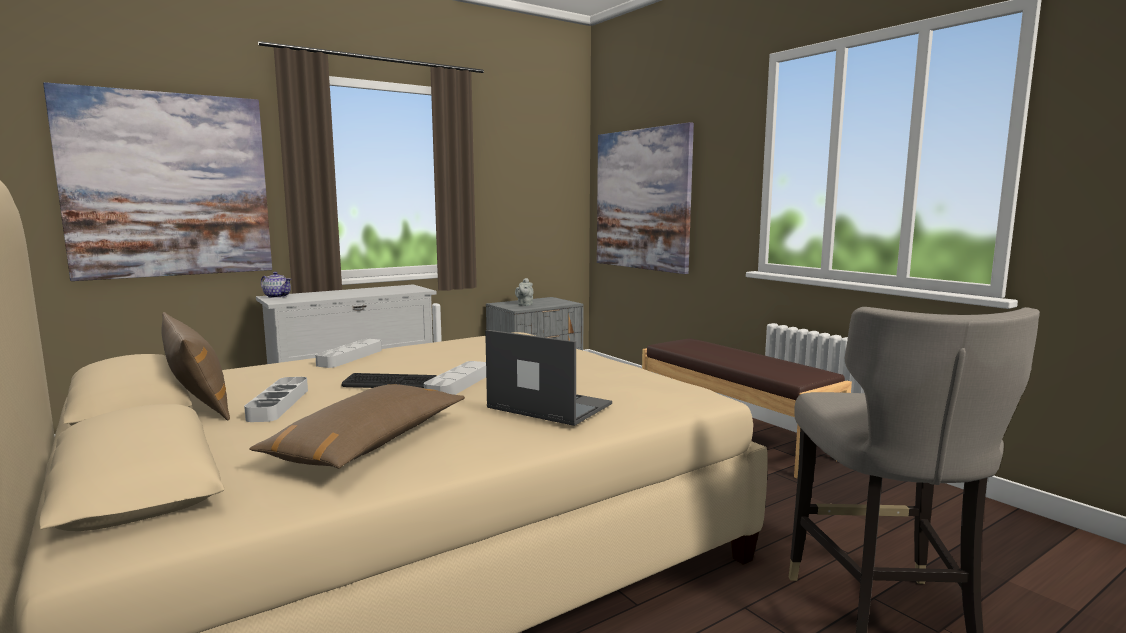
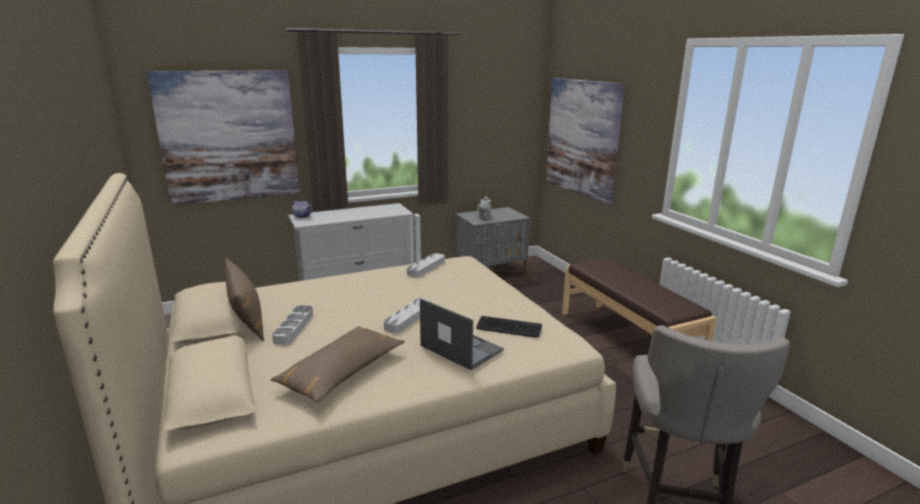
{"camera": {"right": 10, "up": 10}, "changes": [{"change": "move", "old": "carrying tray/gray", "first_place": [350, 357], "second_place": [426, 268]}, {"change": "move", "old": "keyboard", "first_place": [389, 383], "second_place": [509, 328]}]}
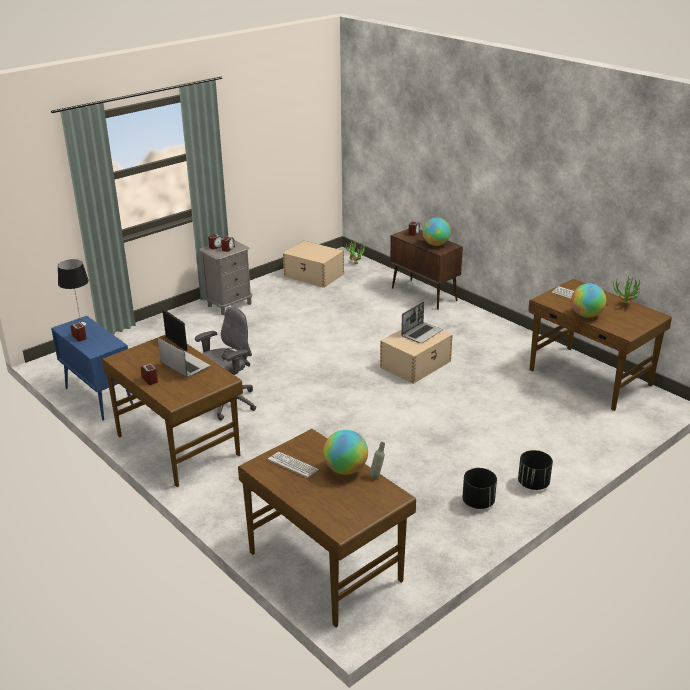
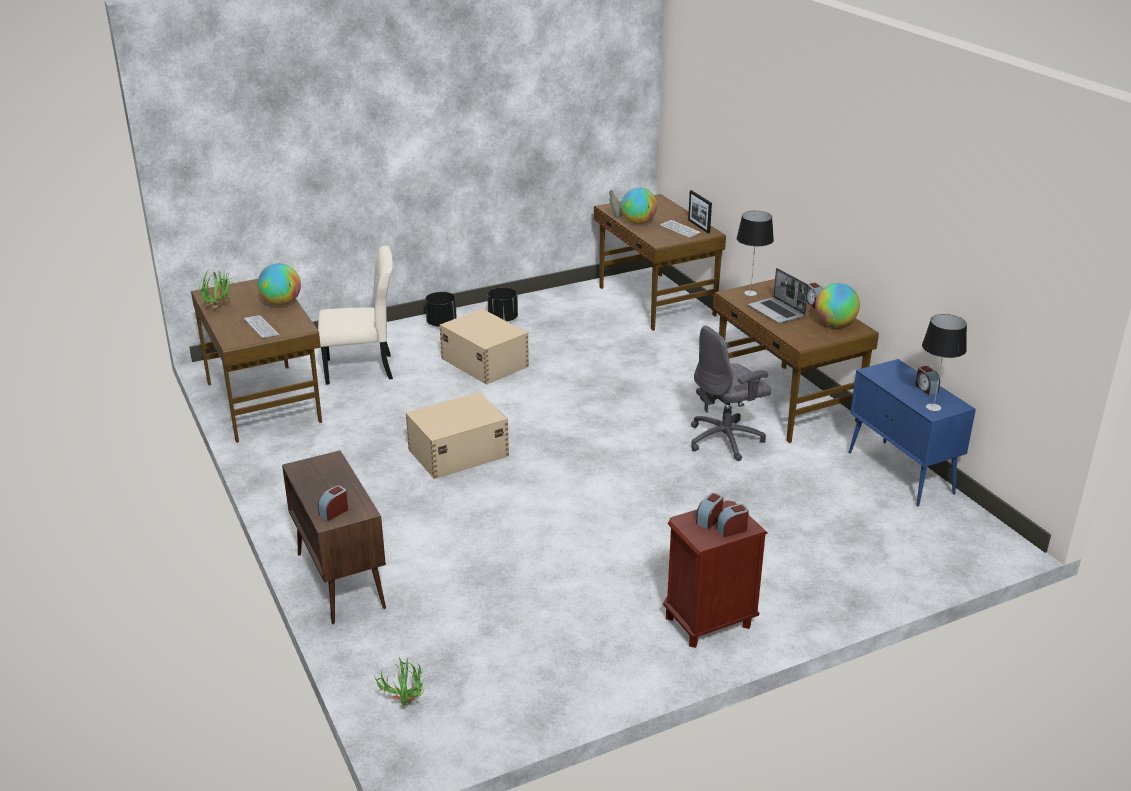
{"camera": {"right": -165, "up": 0}, "changes": [{"change": "insert", "new": "chair/sand-coloured", "second_place": [362, 369]}, {"change": "move", "old": "storage container/sand-coloured", "first_place": [314, 275], "second_place": [484, 362]}, {"change": "recolor", "old": "nightstand/gray", "new": "nightstand/brownish", "first_place": [229, 304], "second_place": [708, 622]}, {"change": "move", "old": "picture frame", "first_place": [176, 343], "second_place": [698, 226]}, {"change": "insert", "new": "table lamp", "second_place": [750, 293]}, {"change": "move", "old": "globe", "first_place": [436, 244], "second_place": [834, 324]}, {"change": "delete", "old": "portable computer", "first_place": [421, 333]}]}
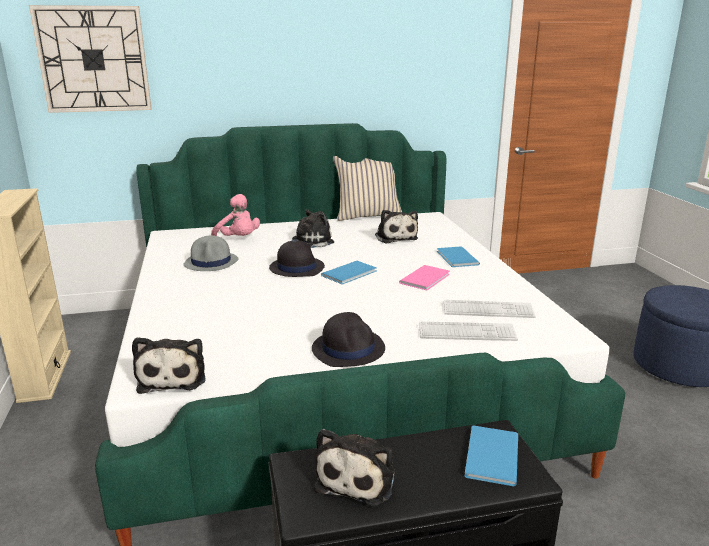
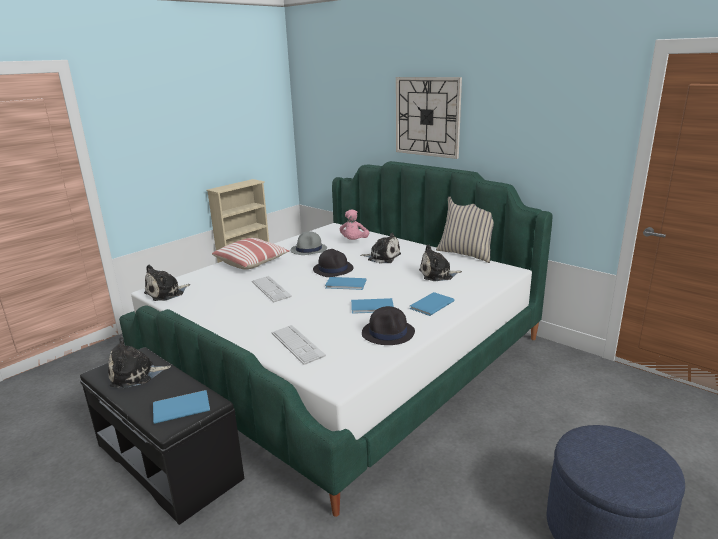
{"camera": {"right": 55, "up": 0}, "changes": [{"change": "insert", "new": "pillow", "second_place": [252, 262]}, {"change": "move", "old": "keyboard", "first_place": [488, 310], "second_place": [271, 289]}, {"change": "recolor", "old": "book/pink-coloured", "new": "book/bluish", "first_place": [427, 278], "second_place": [373, 307]}, {"change": "move", "old": "wearable hat/blackish", "first_place": [348, 349], "second_place": [388, 333]}, {"change": "move", "old": "hanging clock", "first_place": [93, 59], "second_place": [427, 117]}, {"change": "rotate", "old": "plush toy", "first_place": [395, 237], "second_place": [438, 275], "degrees": 45}]}
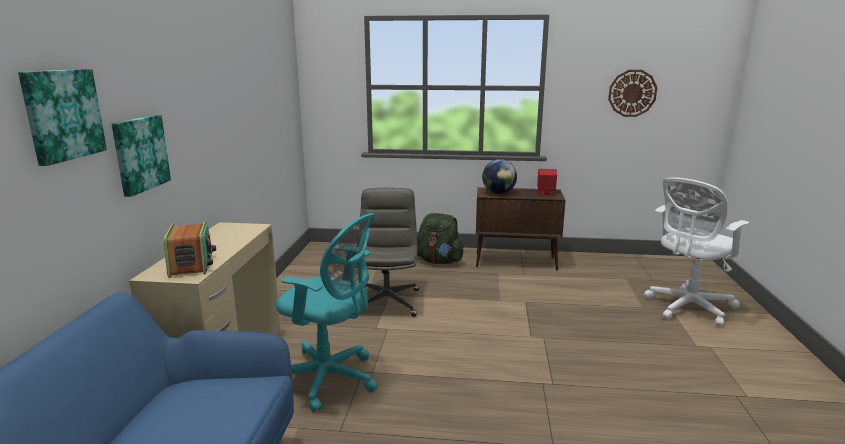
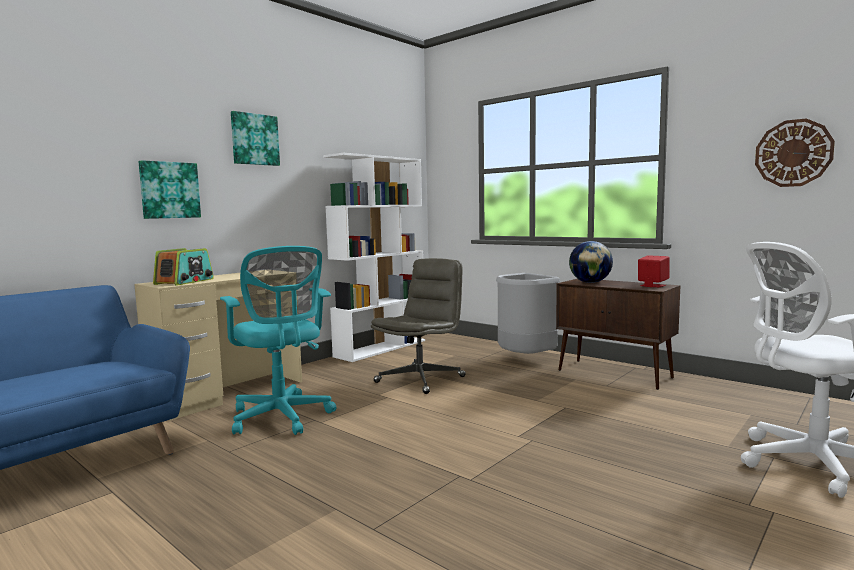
{"camera": {"right": 35, "up": -10}, "changes": [{"change": "move", "old": "picture", "first_place": [62, 115], "second_place": [254, 139]}, {"change": "insert", "new": "bookshelf/white-coloured", "second_place": [381, 348]}, {"change": "replace", "old": "backpack/green-coloured", "new": "waste bin/gray", "first_place": [439, 261], "second_place": [525, 360]}]}
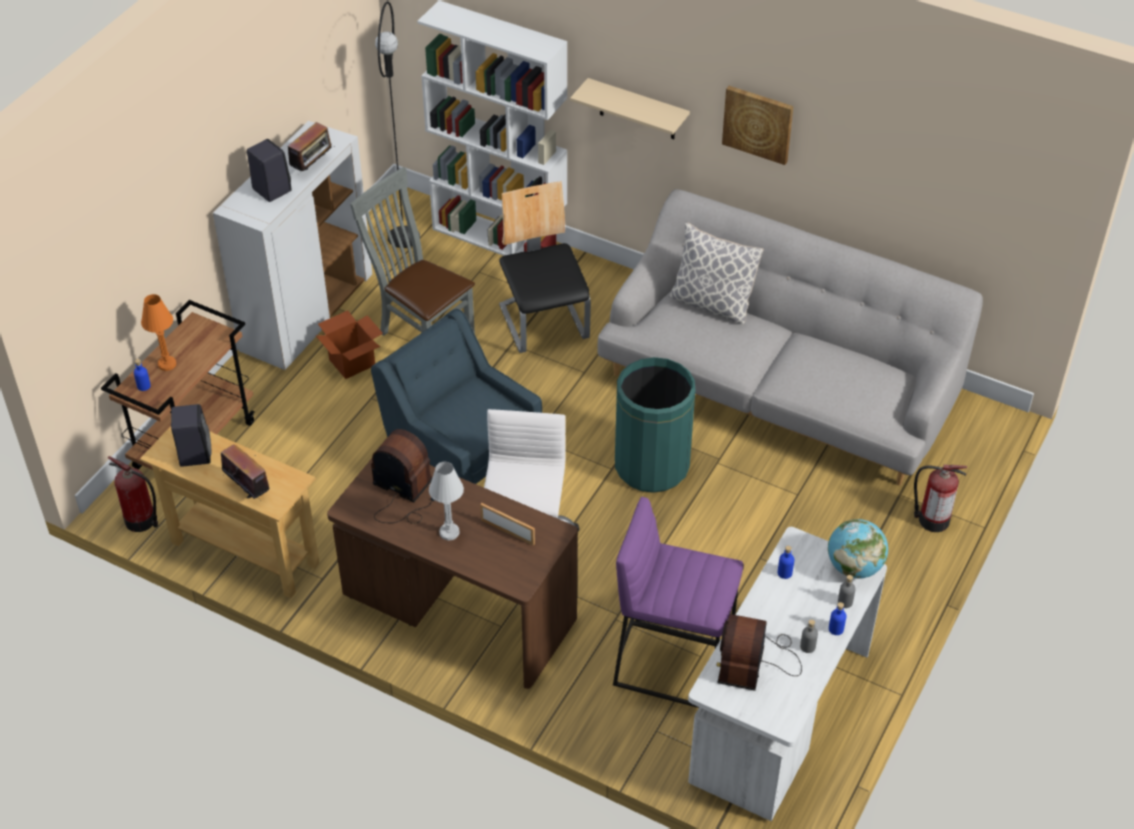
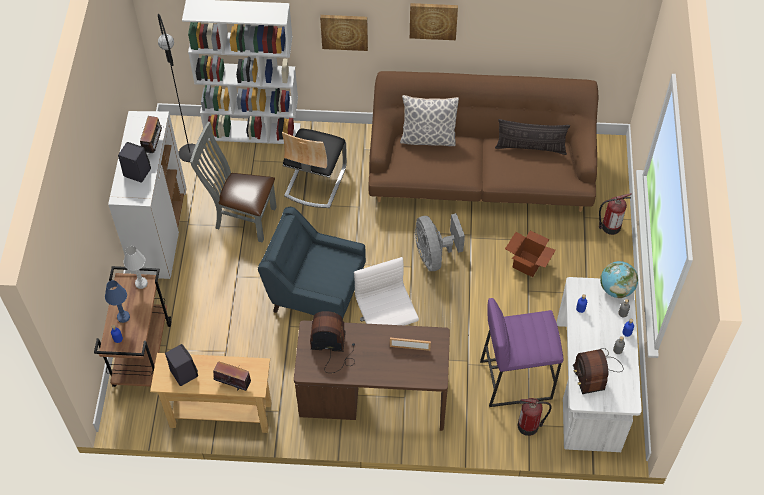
{"camera": {"right": -25, "up": 10}, "changes": [{"change": "recolor", "old": "table lamp/orangey", "new": "table lamp/bluish", "first_place": [167, 364], "second_place": [123, 317]}, {"change": "move", "old": "table lamp/white-coloured", "first_place": [449, 532], "second_place": [141, 283]}, {"change": "rotate", "old": "chair", "first_place": [544, 322], "second_place": [315, 181], "degrees": -120}, {"change": "replace", "old": "bracket shelf/sand-coloured", "new": "picture", "first_place": [637, 110], "second_place": [344, 31]}, {"change": "recolor", "old": "settee/gray", "new": "settee/brownish", "first_place": [779, 388], "second_place": [480, 173]}, {"change": "replace", "old": "waste bin/green-coloured", "new": "electric fan/gray", "first_place": [652, 466], "second_place": [434, 255]}, {"change": "insert", "new": "pillow", "second_place": [530, 147]}, {"change": "move", "old": "cardboard box", "first_place": [352, 362], "second_place": [527, 264]}, {"change": "move", "old": "fire-fighting cylinder", "first_place": [142, 521], "second_place": [529, 426]}]}
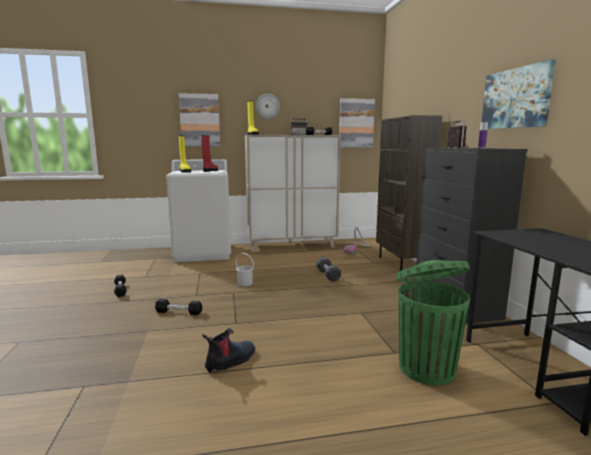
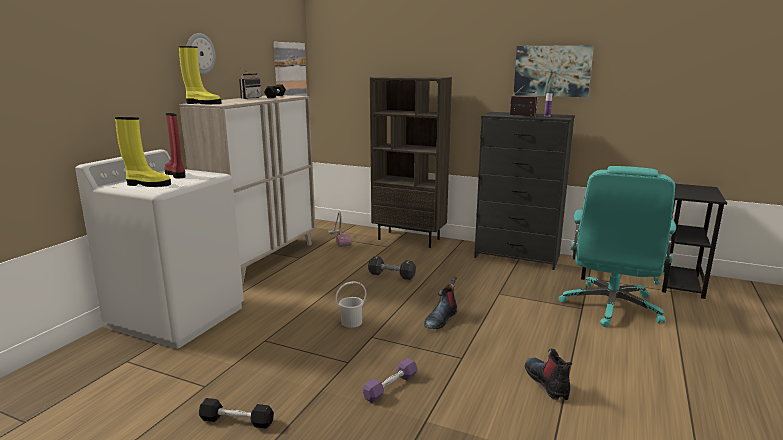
{"camera": {"right": -55, "up": 5}, "changes": [{"change": "recolor", "old": "free weight/blackish", "new": "free weight/purplish", "first_place": [179, 312], "second_place": [390, 386]}, {"change": "insert", "new": "high-top boot", "second_place": [440, 319]}, {"change": "replace", "old": "waste bin/green-coloured", "new": "computer chair/turquoise", "first_place": [425, 367], "second_place": [611, 307]}, {"change": "delete", "old": "picture", "first_place": [200, 120]}]}
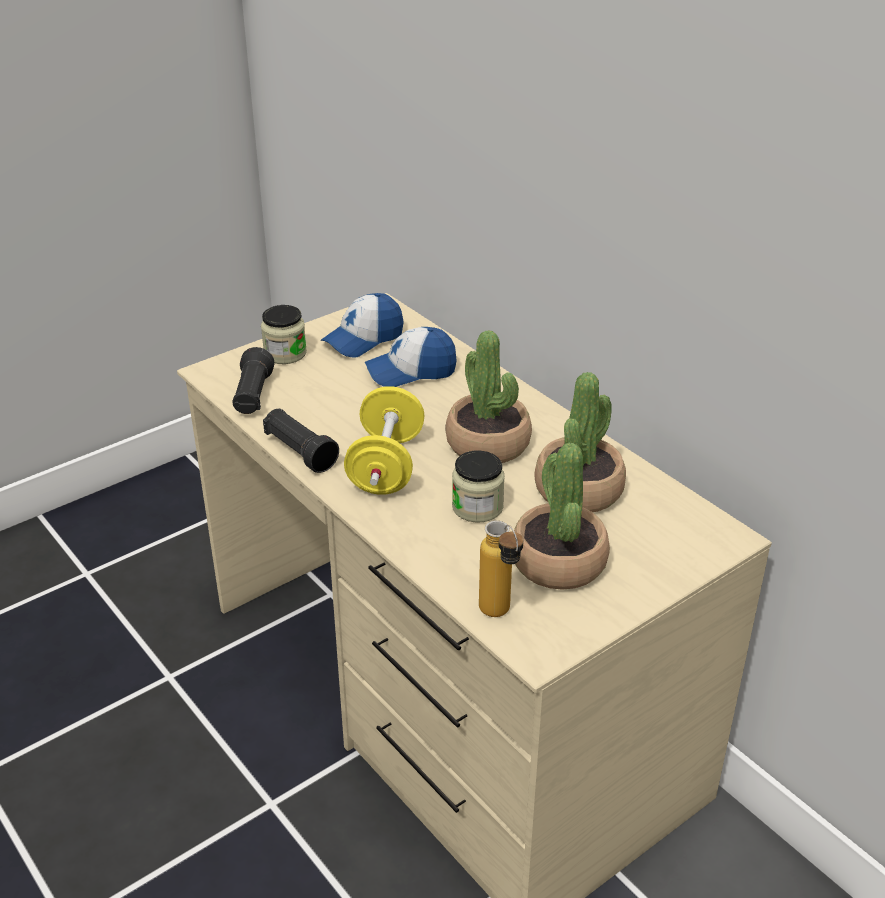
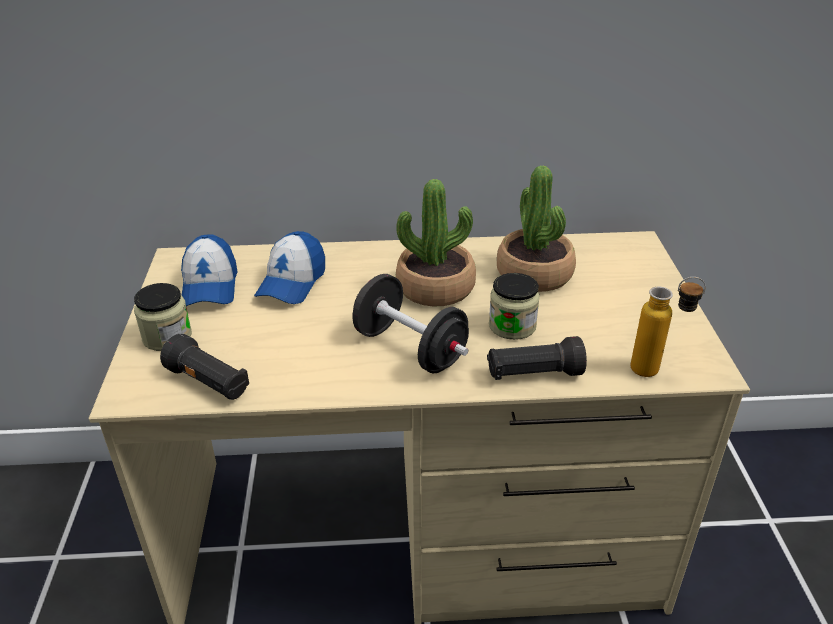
{"camera": {"right": -55, "up": 0}, "changes": [{"change": "recolor", "old": "free weight/yellow", "new": "free weight/blackish", "first_place": [386, 466], "second_place": [410, 348]}, {"change": "move", "old": "torch/blackish", "first_place": [300, 452], "second_place": [533, 374]}, {"change": "delete", "old": "potted plant", "first_place": [558, 562]}]}
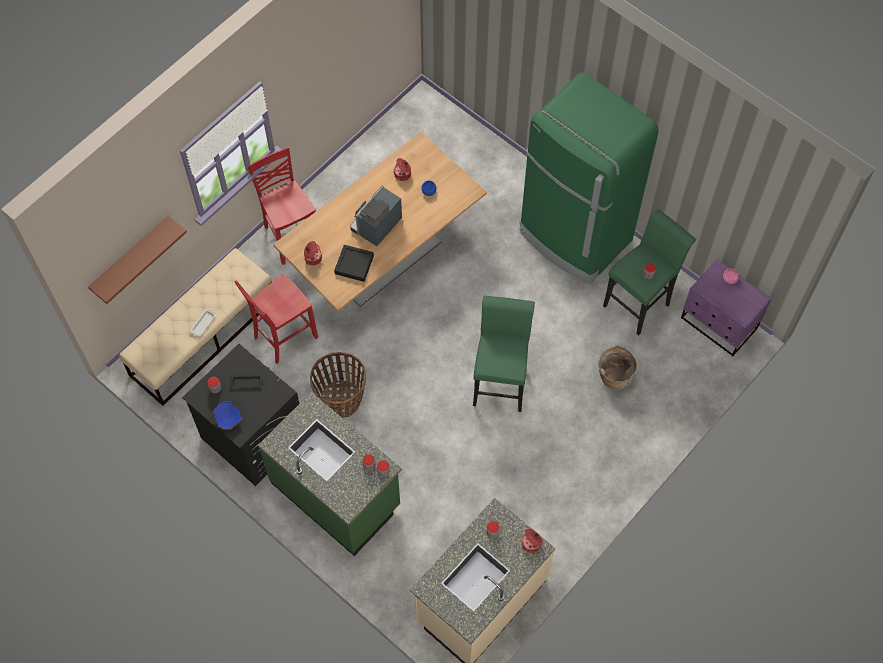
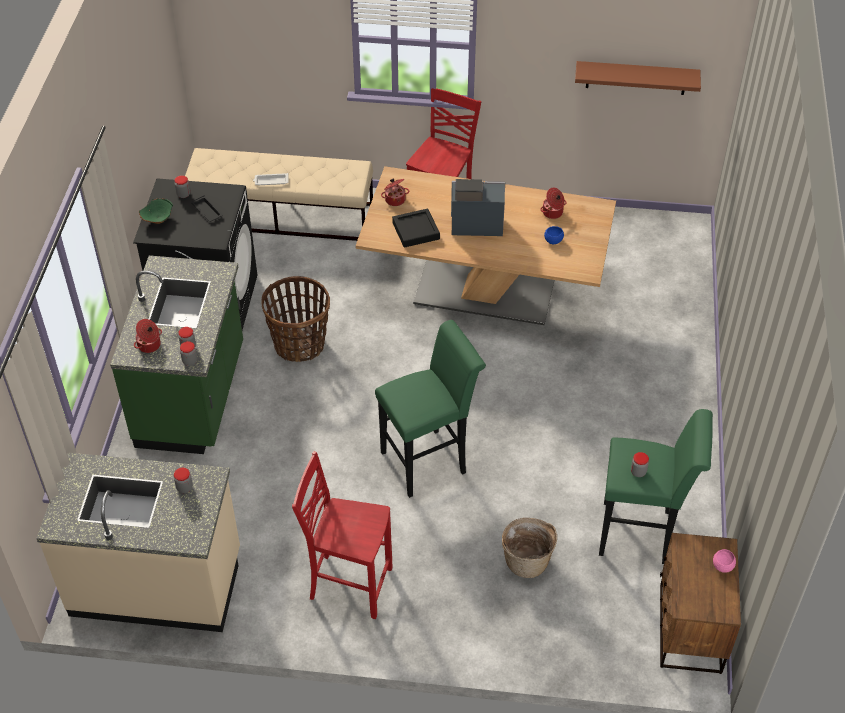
{"camera": {"right": 55, "up": -15}, "changes": [{"change": "move", "old": "saucepot", "first_place": [531, 544], "second_place": [149, 345]}, {"change": "recolor", "old": "serving bowl/bluish", "new": "serving bowl/green-coloured", "first_place": [228, 419], "second_place": [157, 219]}, {"change": "move", "old": "chair/reddish", "first_place": [283, 337], "second_place": [349, 584]}, {"change": "move", "old": "bracket shelf/brownish", "first_place": [131, 257], "second_place": [636, 78]}, {"change": "recolor", "old": "nightstand/purplish", "new": "nightstand/brownish", "first_place": [718, 324], "second_place": [689, 629]}, {"change": "delete", "old": "fridge/green-coloured", "first_place": [575, 237]}]}
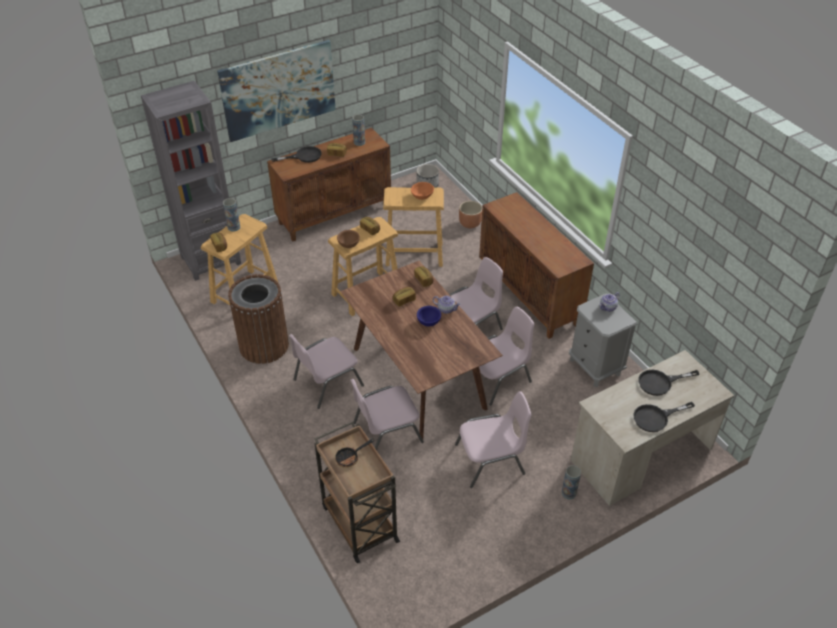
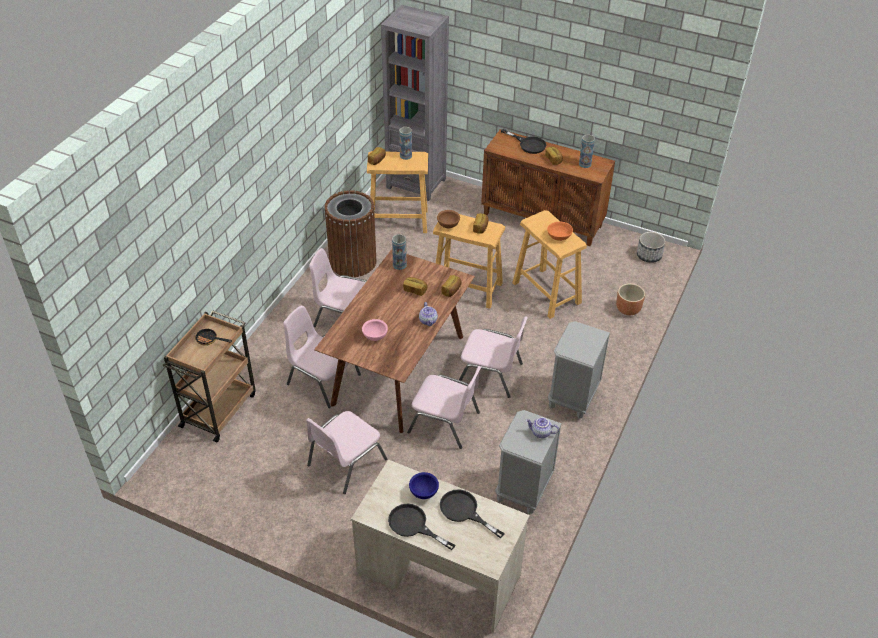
{"camera": {"right": 55, "up": 0}, "changes": [{"change": "rotate", "old": "chair/pink-coloured", "first_place": [491, 460], "second_place": [345, 462], "degrees": 90}, {"change": "insert", "new": "serving bowl/pink-coloured", "second_place": [375, 336]}, {"change": "move", "old": "vase", "first_place": [569, 493], "second_place": [399, 265]}, {"change": "move", "old": "serving bowl/bluish", "first_place": [428, 322], "second_place": [423, 492]}, {"change": "replace", "old": "cupboard/brownish", "new": "nightstand/gray", "first_place": [529, 296], "second_place": [573, 397]}, {"change": "delete", "old": "picture", "first_place": [278, 90]}]}
